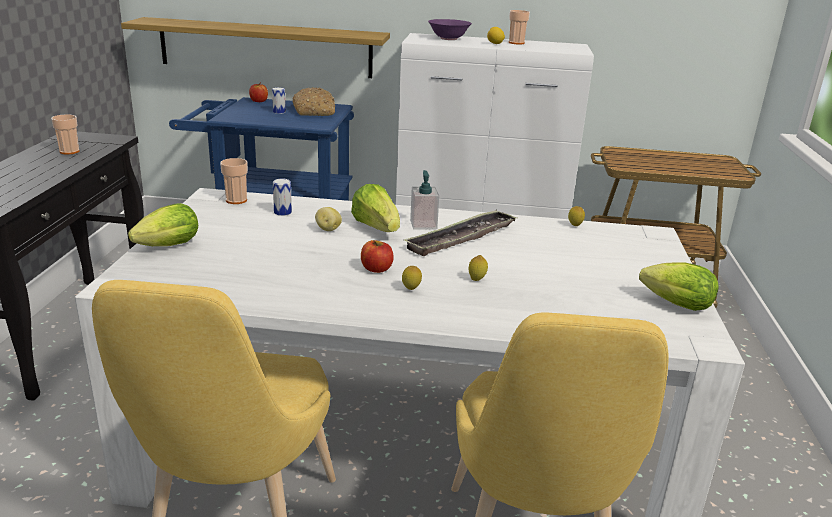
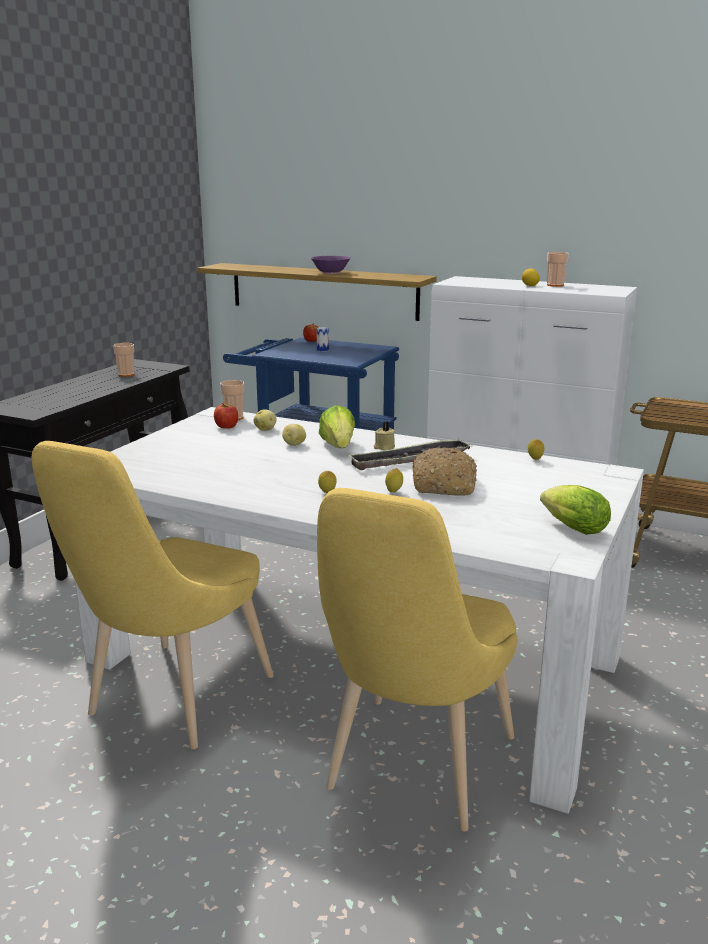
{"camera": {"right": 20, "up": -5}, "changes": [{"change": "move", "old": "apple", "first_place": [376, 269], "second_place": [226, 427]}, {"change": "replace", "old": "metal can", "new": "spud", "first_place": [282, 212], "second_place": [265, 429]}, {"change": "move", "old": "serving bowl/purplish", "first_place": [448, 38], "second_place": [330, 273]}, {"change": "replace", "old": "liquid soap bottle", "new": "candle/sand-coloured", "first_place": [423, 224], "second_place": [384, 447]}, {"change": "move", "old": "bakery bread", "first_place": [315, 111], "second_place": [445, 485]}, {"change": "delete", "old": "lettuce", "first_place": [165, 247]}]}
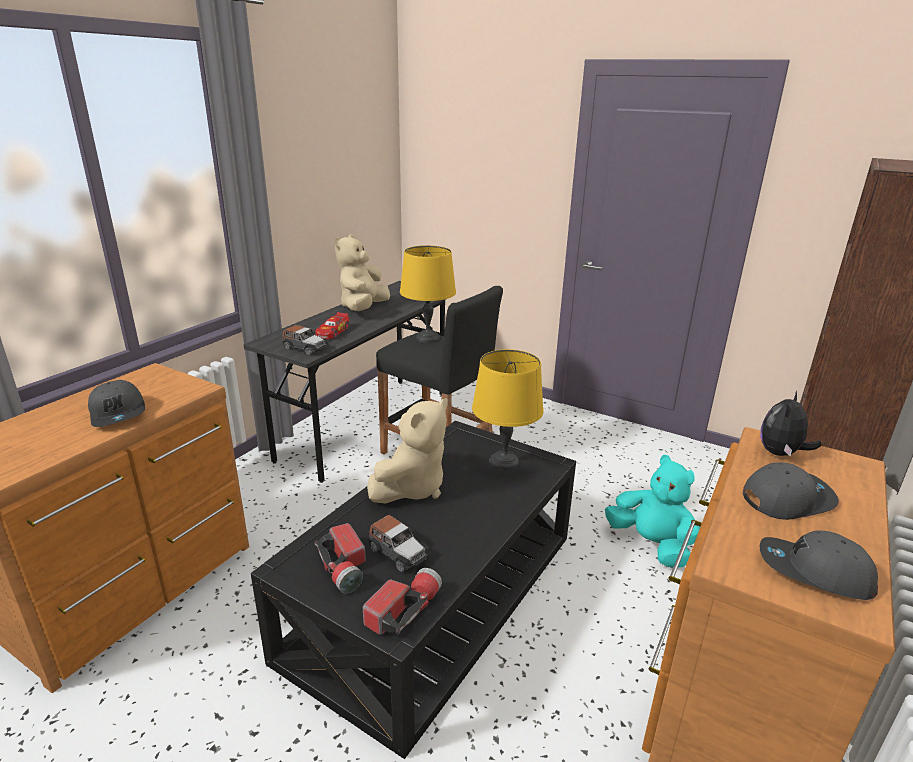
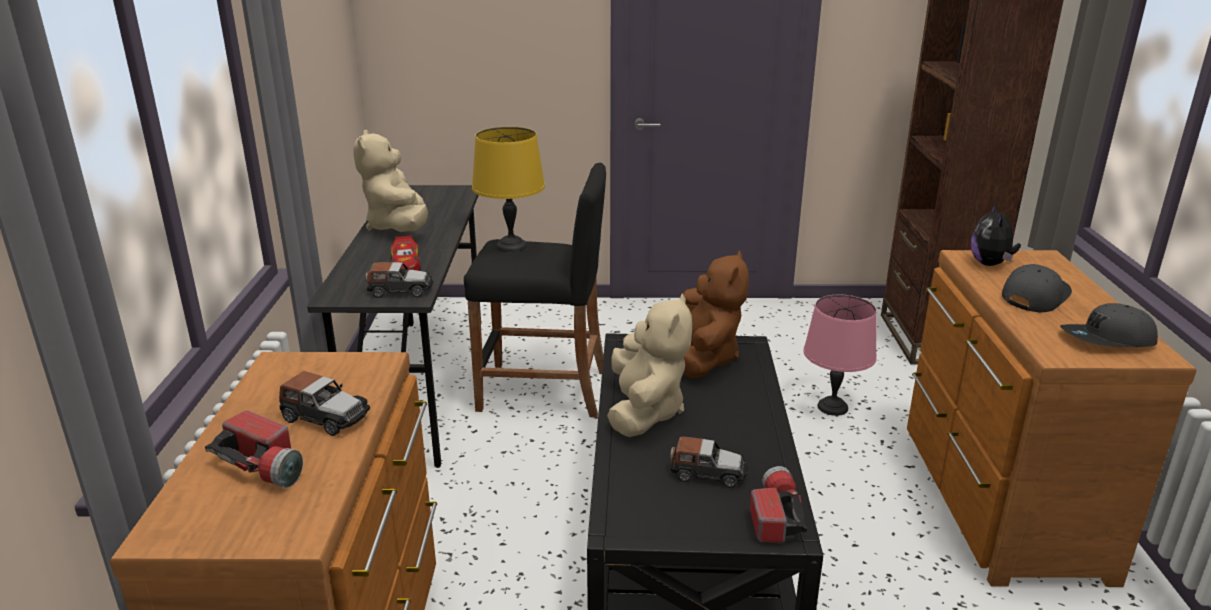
{"camera": {"right": -30, "up": 0}, "changes": [{"change": "move", "old": "torch", "first_place": [344, 567], "second_place": [263, 465]}, {"change": "replace", "old": "baseball cap/gray", "new": "toy car", "first_place": [119, 413], "second_place": [325, 417]}, {"change": "replace", "old": "table lamp/yellow", "new": "plush toy/brownish", "first_place": [504, 462], "second_place": [703, 358]}, {"change": "replace", "old": "plush toy/turquoise", "new": "table lamp/pink-coloured", "first_place": [651, 544], "second_place": [833, 407]}]}
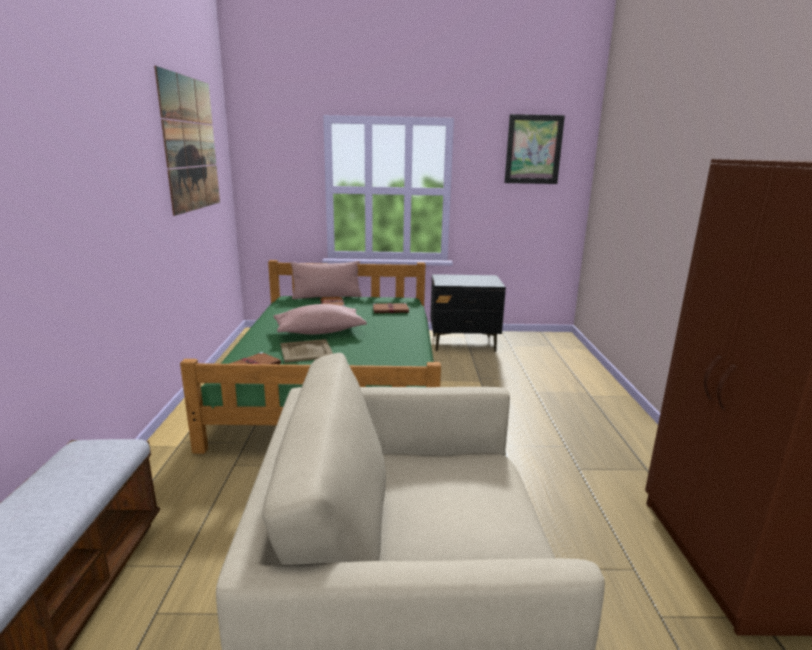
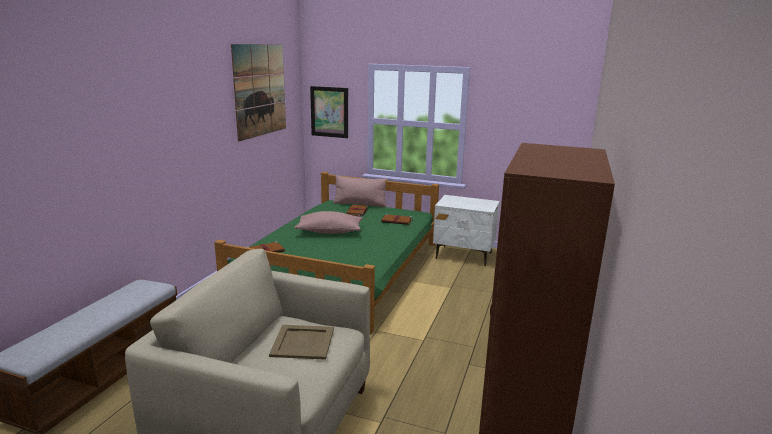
{"camera": {"right": 20, "up": 0}, "changes": [{"change": "move", "old": "carrying tray/sand-coloured", "first_place": [306, 351], "second_place": [303, 342]}, {"change": "move", "old": "picture", "first_place": [533, 149], "second_place": [329, 112]}, {"change": "recolor", "old": "nightstand/blackish", "new": "nightstand/white-coloured", "first_place": [464, 344], "second_place": [464, 256]}]}
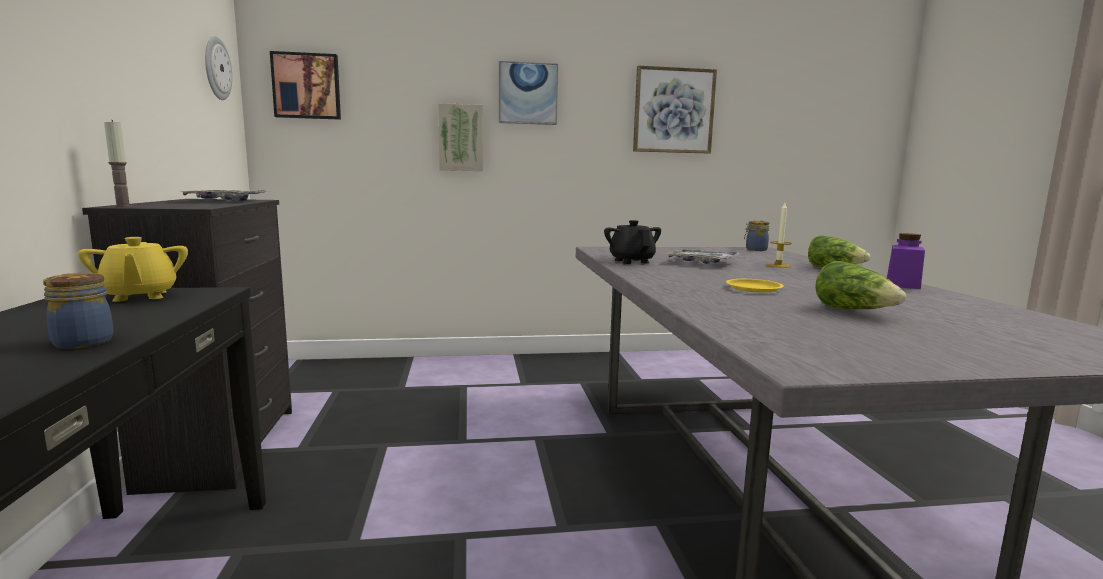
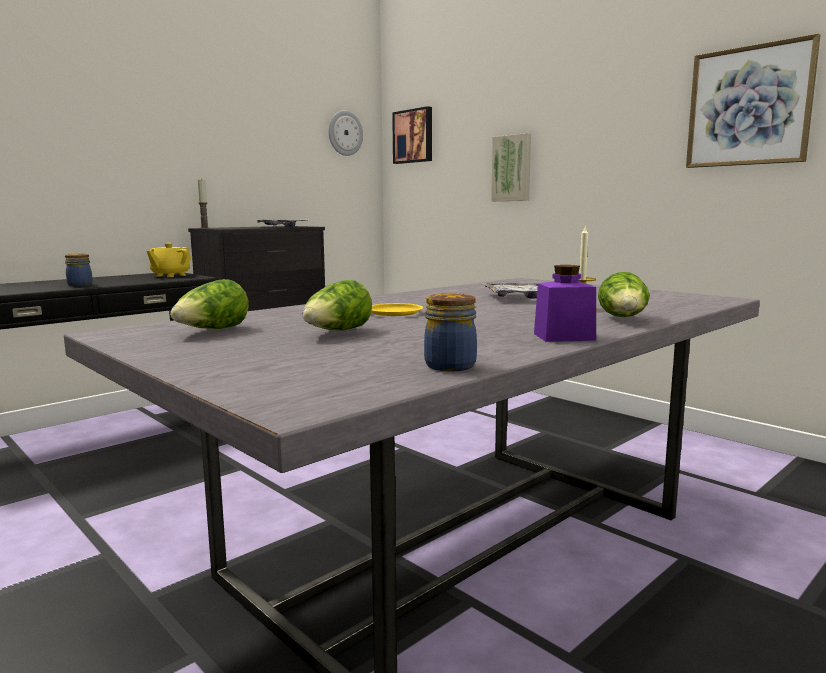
{"camera": {"right": 55, "up": 0}, "changes": [{"change": "insert", "new": "lettuce", "second_place": [212, 331]}, {"change": "move", "old": "storage jar", "first_place": [755, 250], "second_place": [448, 365]}, {"change": "delete", "old": "picture", "first_place": [528, 93]}, {"change": "delete", "old": "tea pot/blackish", "first_place": [631, 261]}]}
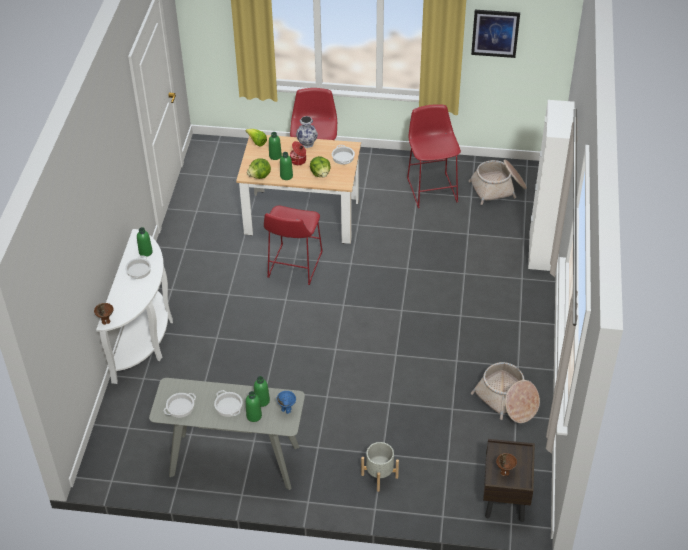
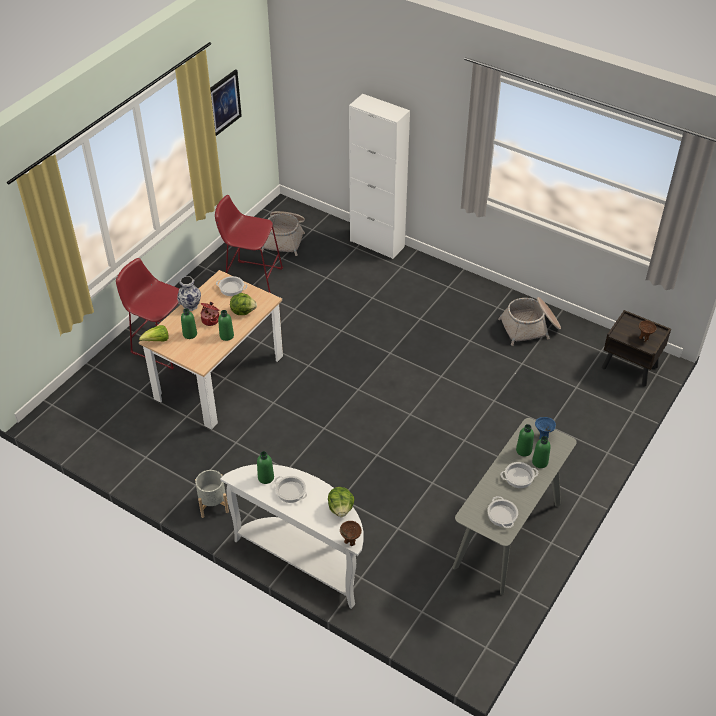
{"camera": {"right": -65, "up": 0}, "changes": [{"change": "move", "old": "planter/gray", "first_place": [379, 476], "second_place": [213, 504]}, {"change": "move", "old": "lettuce", "first_place": [260, 176], "second_place": [341, 509]}, {"change": "delete", "old": "stool/reddish", "first_place": [293, 267]}]}
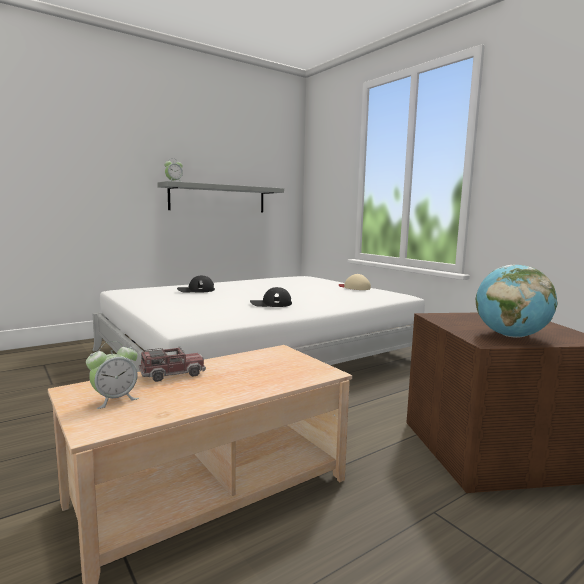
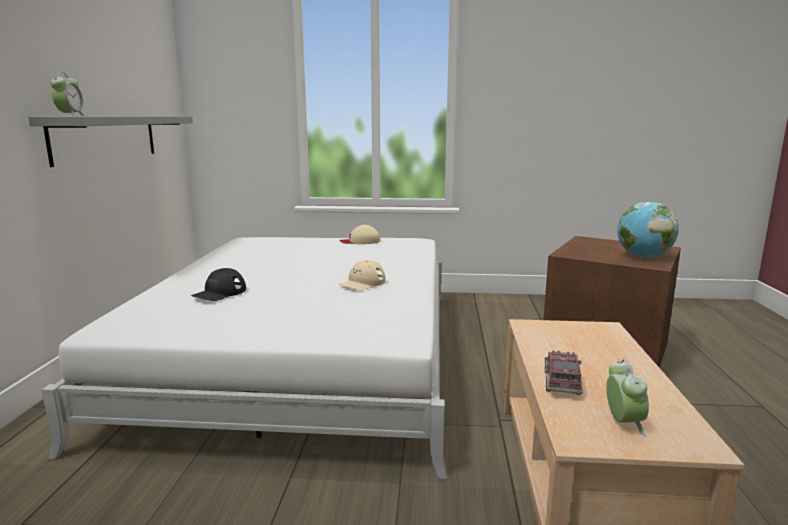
{"camera": {"right": -50, "up": 5}, "changes": [{"change": "recolor", "old": "baseball cap/blackish", "new": "baseball cap/sand-coloured", "first_place": [271, 304], "second_place": [362, 283]}]}
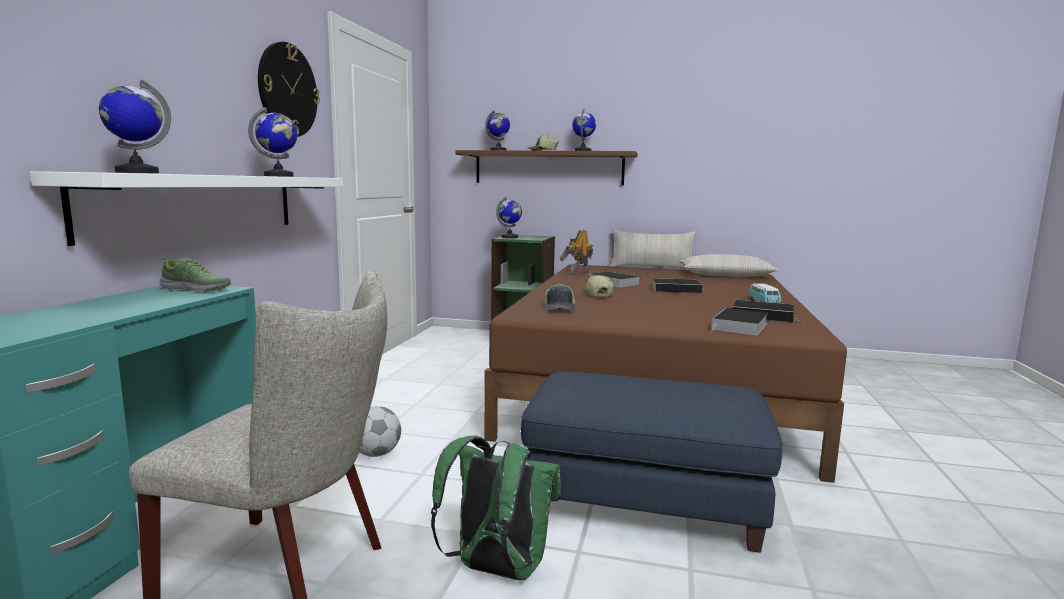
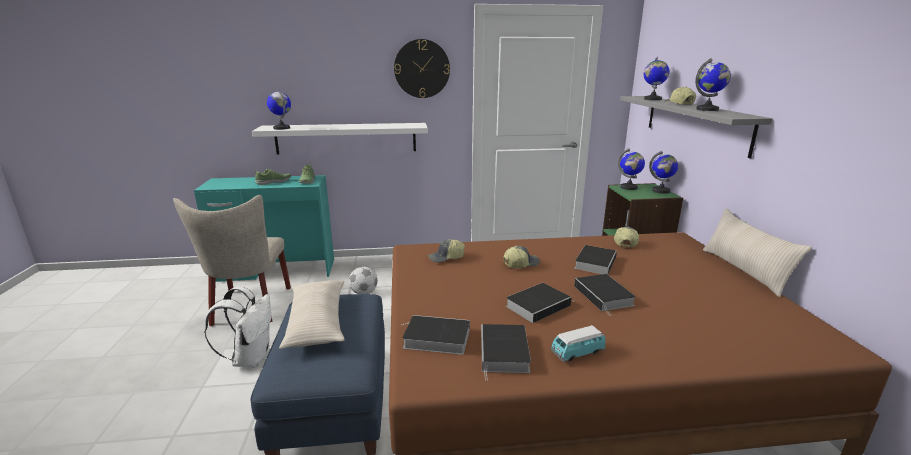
{"camera": {"right": 70, "up": 10}, "changes": [{"change": "recolor", "old": "backpack/green-coloured", "new": "backpack/white-coloured", "first_place": [496, 569], "second_place": [251, 358]}, {"change": "insert", "new": "item of footwear", "second_place": [274, 182]}, {"change": "move", "old": "pillow/sand-coloured", "first_place": [726, 276], "second_place": [317, 322]}, {"change": "insert", "new": "book", "second_place": [539, 305]}, {"change": "replace", "old": "robot figure", "new": "baseball cap", "first_place": [577, 273], "second_place": [624, 242]}, {"change": "recolor", "old": "bracket shelf/brownish", "new": "bracket shelf/gray", "first_place": [548, 168], "second_place": [695, 122]}, {"change": "move", "old": "globe", "first_place": [279, 176], "second_place": [661, 191]}]}
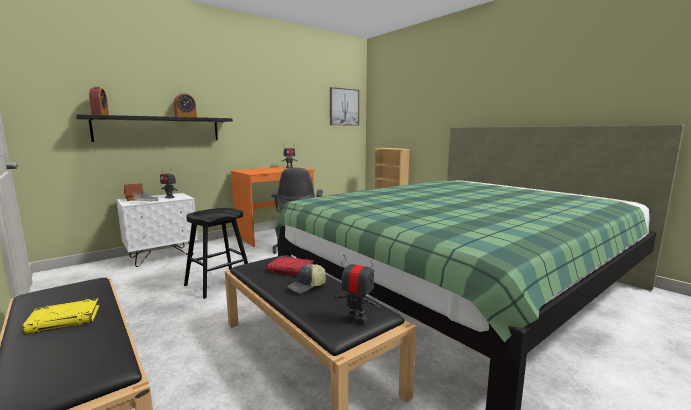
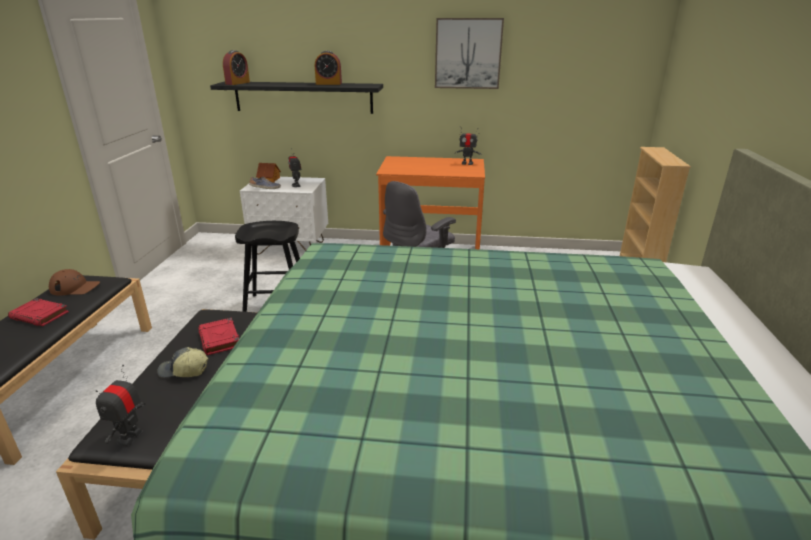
{"camera": {"right": 45, "up": 15}, "changes": [{"change": "recolor", "old": "book/yellow", "new": "book/reddish", "first_place": [65, 320], "second_place": [40, 315]}, {"change": "insert", "new": "baseball cap/brownish", "second_place": [75, 287]}, {"change": "rotate", "old": "robot figure", "first_place": [357, 319], "second_place": [130, 437], "degrees": -150}, {"change": "move", "old": "picture", "first_place": [344, 107], "second_place": [468, 53]}]}
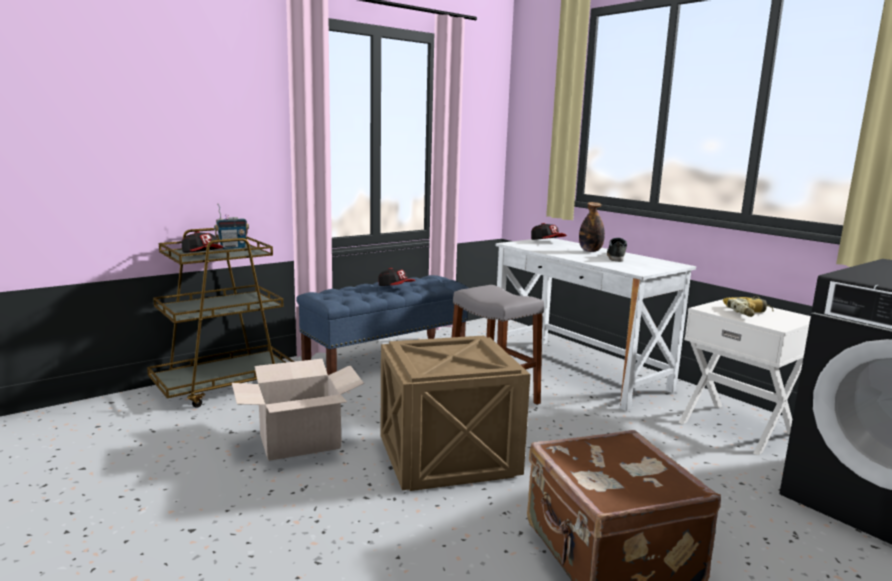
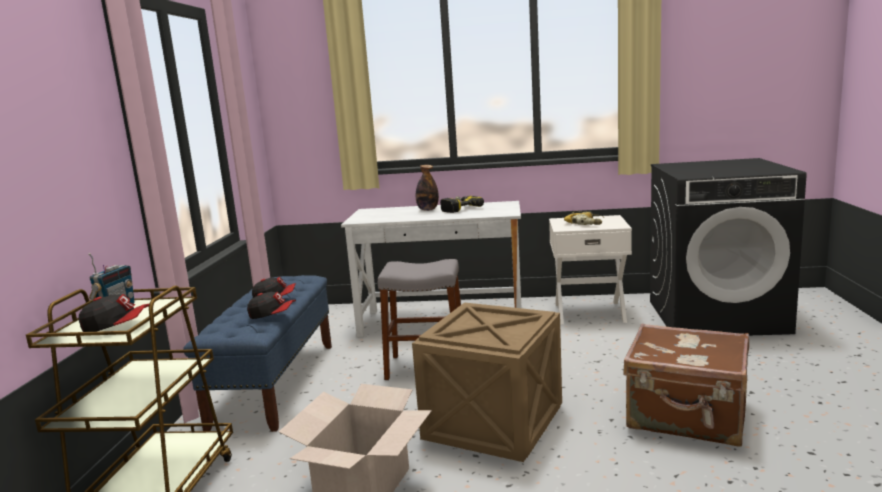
{"camera": {"right": -45, "up": 0}, "changes": [{"change": "move", "old": "baseball cap", "first_place": [547, 241], "second_place": [272, 315]}, {"change": "replace", "old": "item of footwear", "new": "electric drill", "first_place": [616, 256], "second_place": [457, 208]}]}
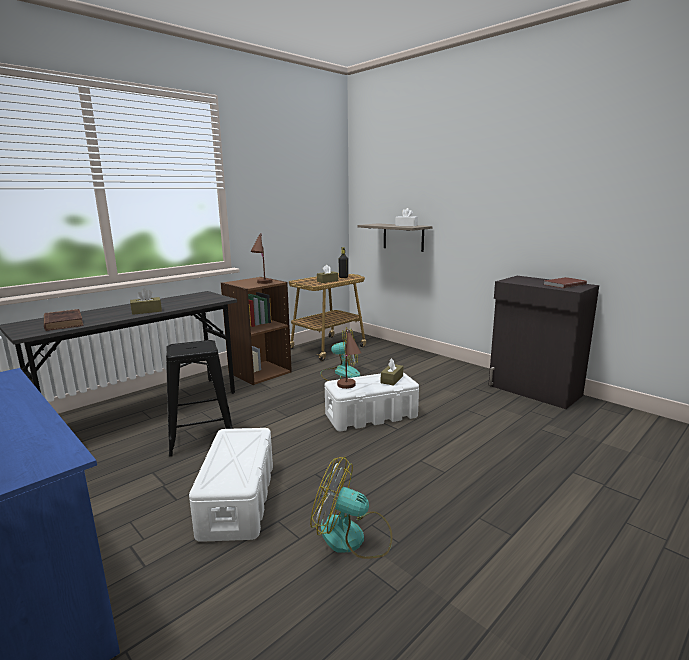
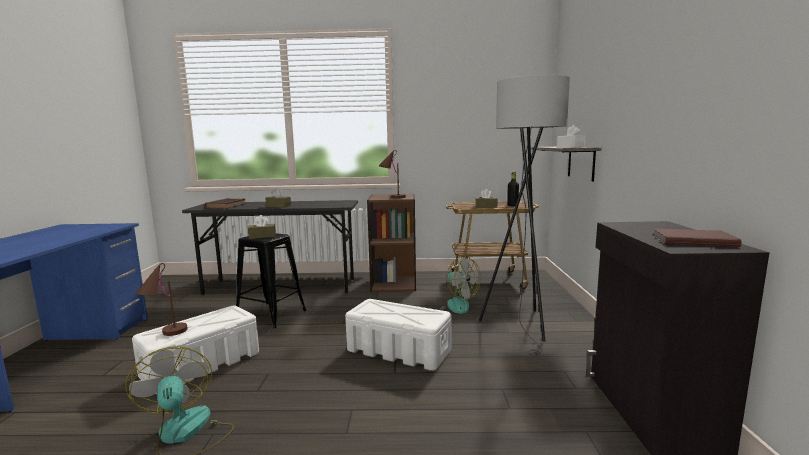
{"camera": {"right": 45, "up": -5}, "changes": [{"change": "move", "old": "table lamp/brownish", "first_place": [349, 388], "second_place": [165, 335]}, {"change": "move", "old": "box of tissues/brownish", "first_place": [392, 379], "second_place": [262, 236]}, {"change": "insert", "new": "floor lamp/gray", "second_place": [523, 326]}]}
